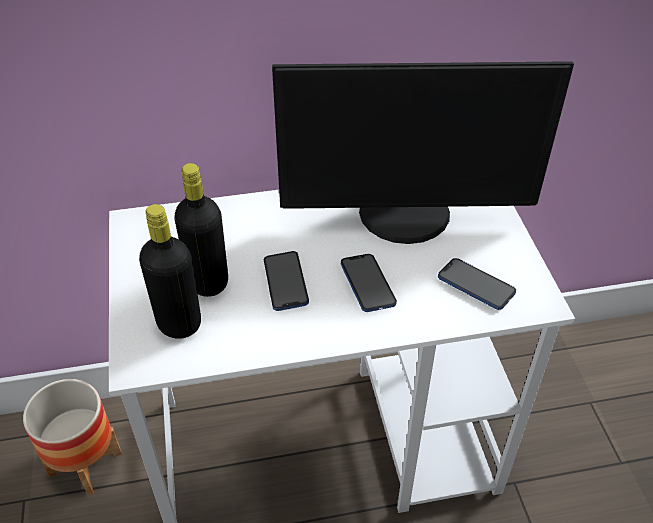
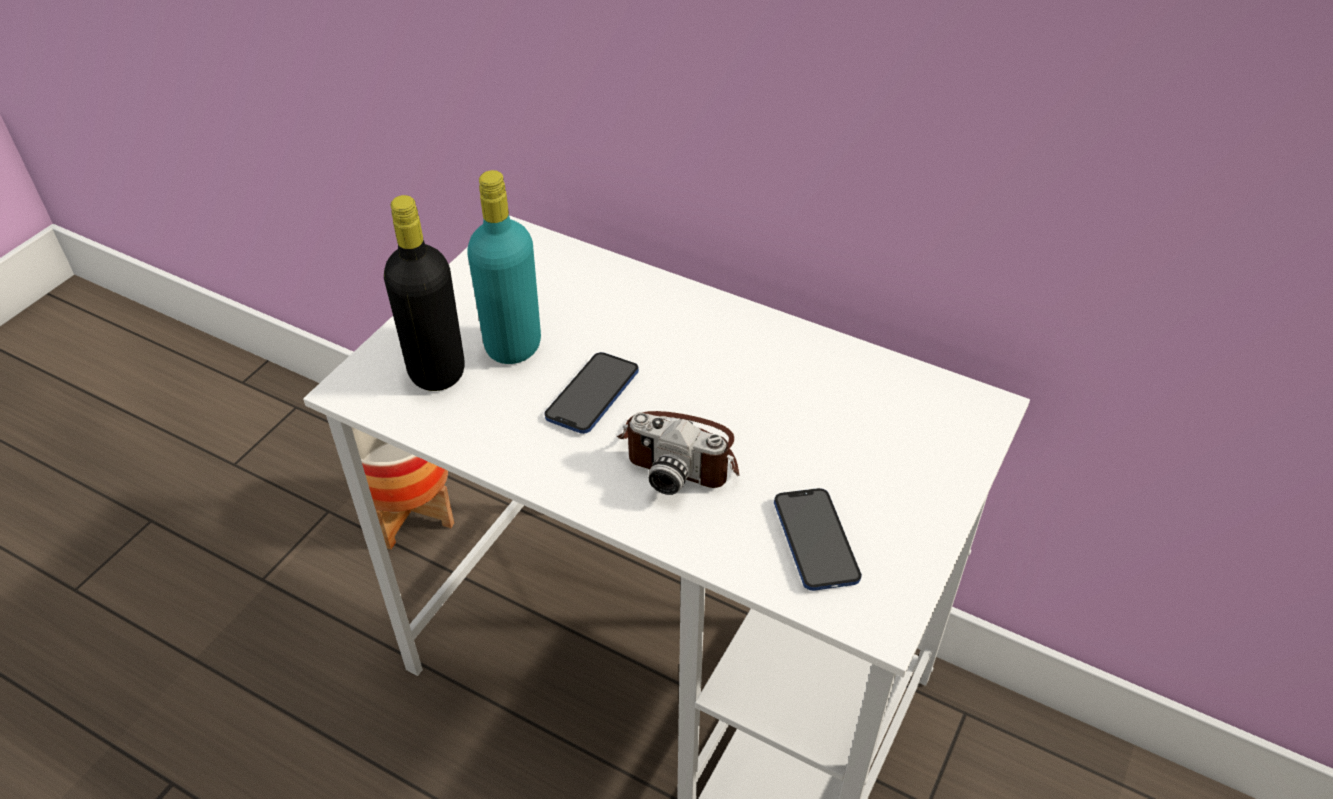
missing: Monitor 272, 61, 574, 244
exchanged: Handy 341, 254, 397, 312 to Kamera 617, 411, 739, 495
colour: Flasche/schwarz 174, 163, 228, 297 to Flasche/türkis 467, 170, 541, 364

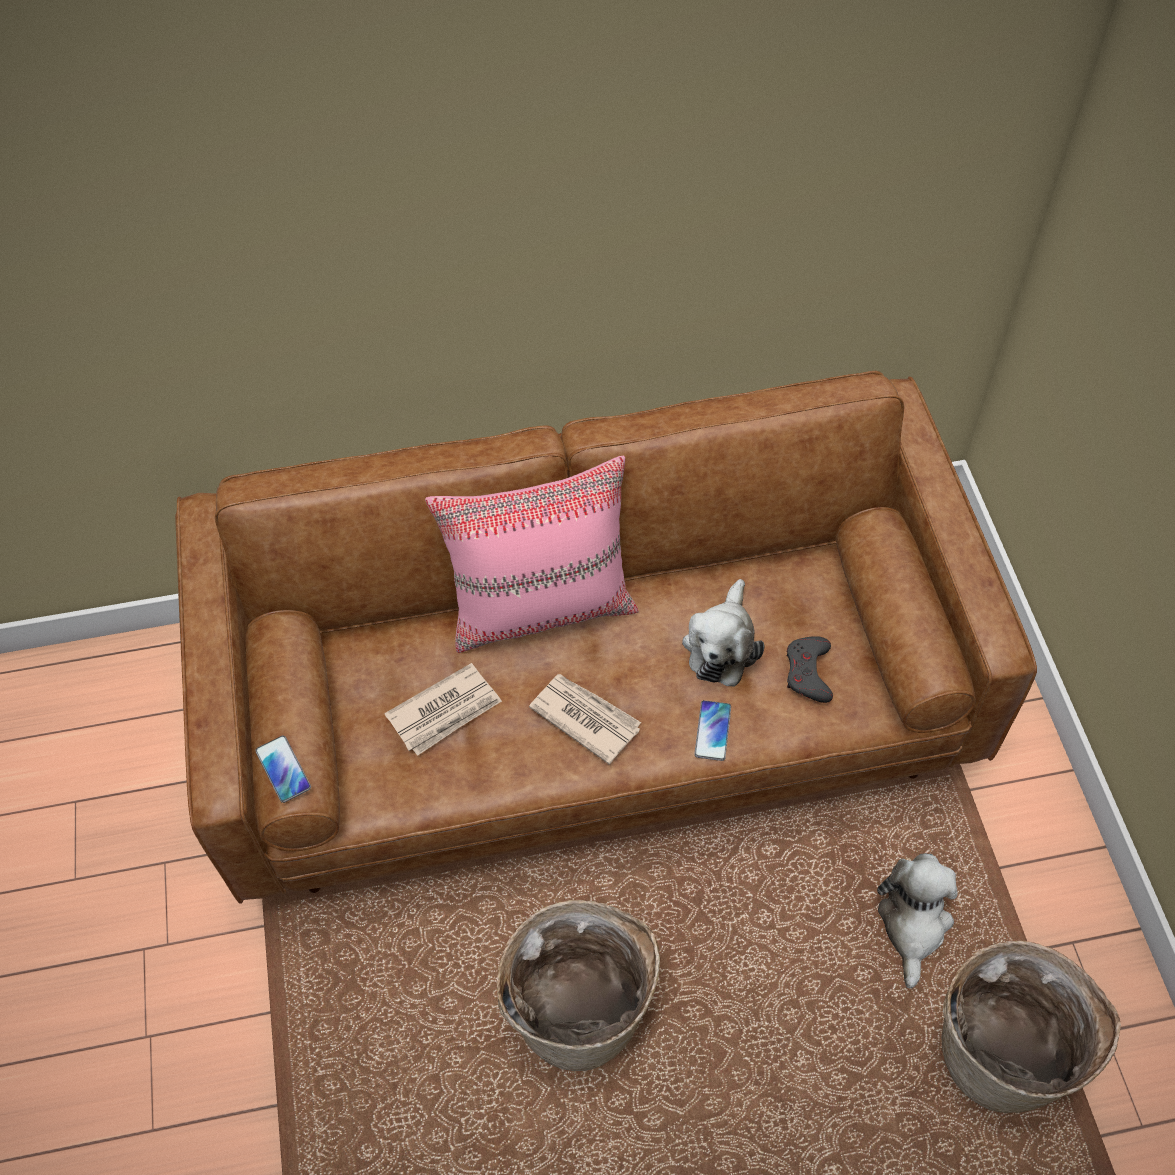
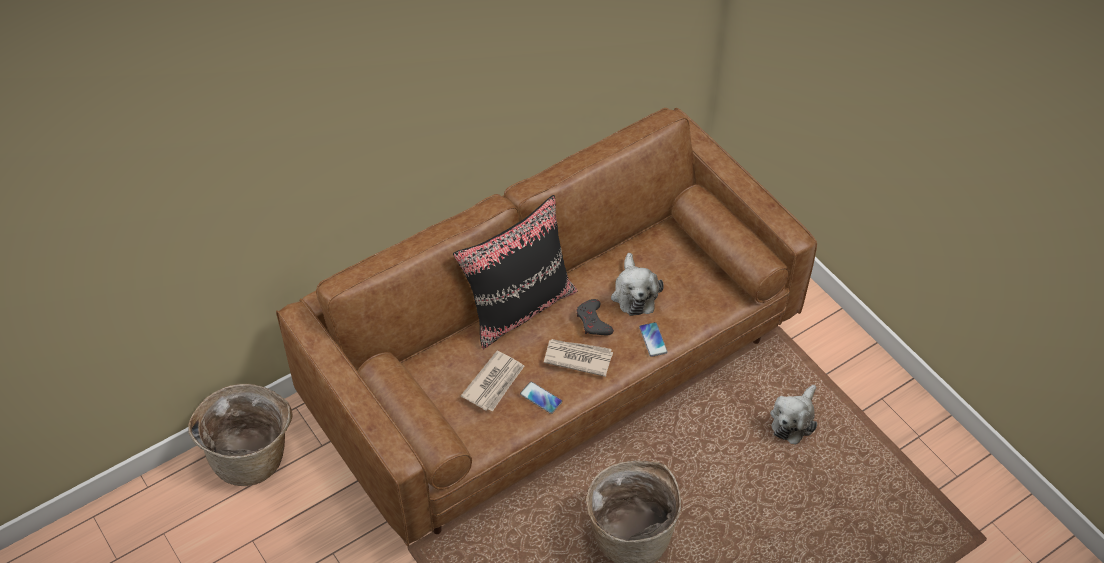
relocated: Handy 255, 736, 311, 803 to 520, 382, 562, 414; Gamepad/grau 787, 636, 833, 703 to 577, 299, 614, 335; Korb 941, 940, 1121, 1113 to 188, 384, 293, 486
colour: Kissen/rosa 425, 456, 639, 653 to Kissen/schwarz 453, 195, 578, 349
spun: Plüschtier 877, 853, 958, 988 = 770, 385, 817, 444 135 degrees counterclockwise

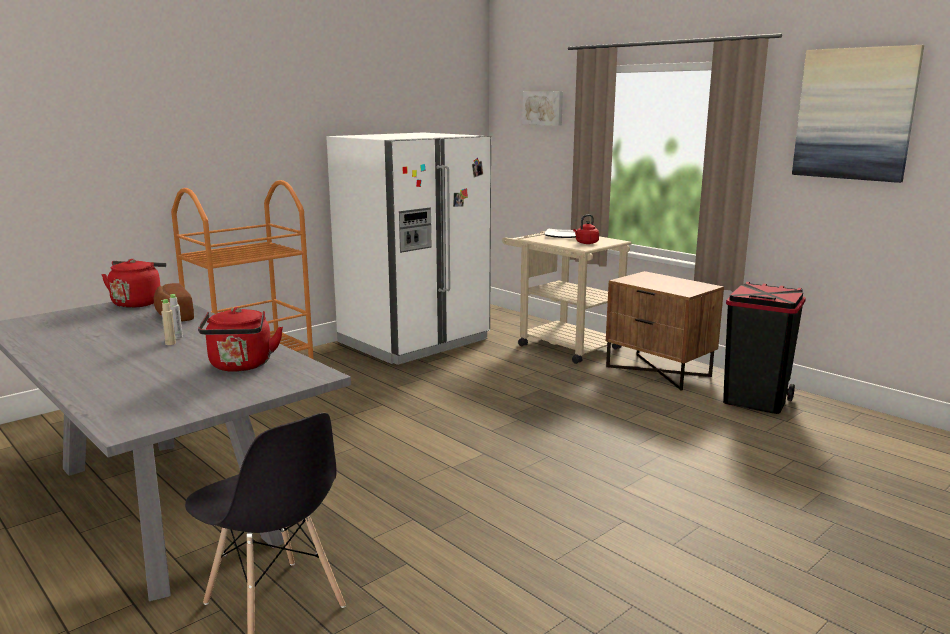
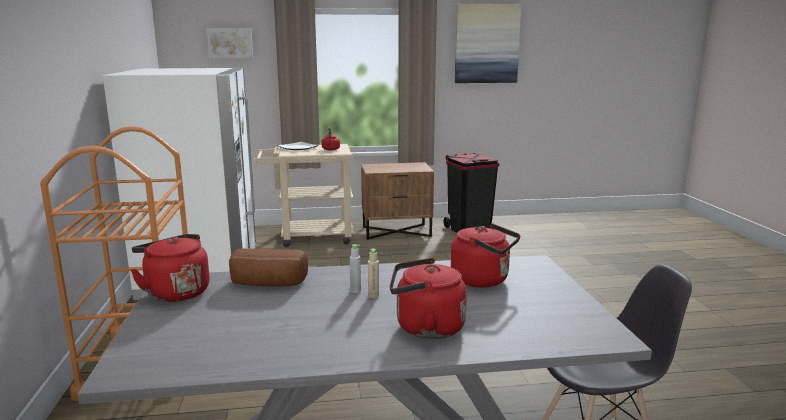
appeared: Wasserkessel/rot 390, 258, 467, 339

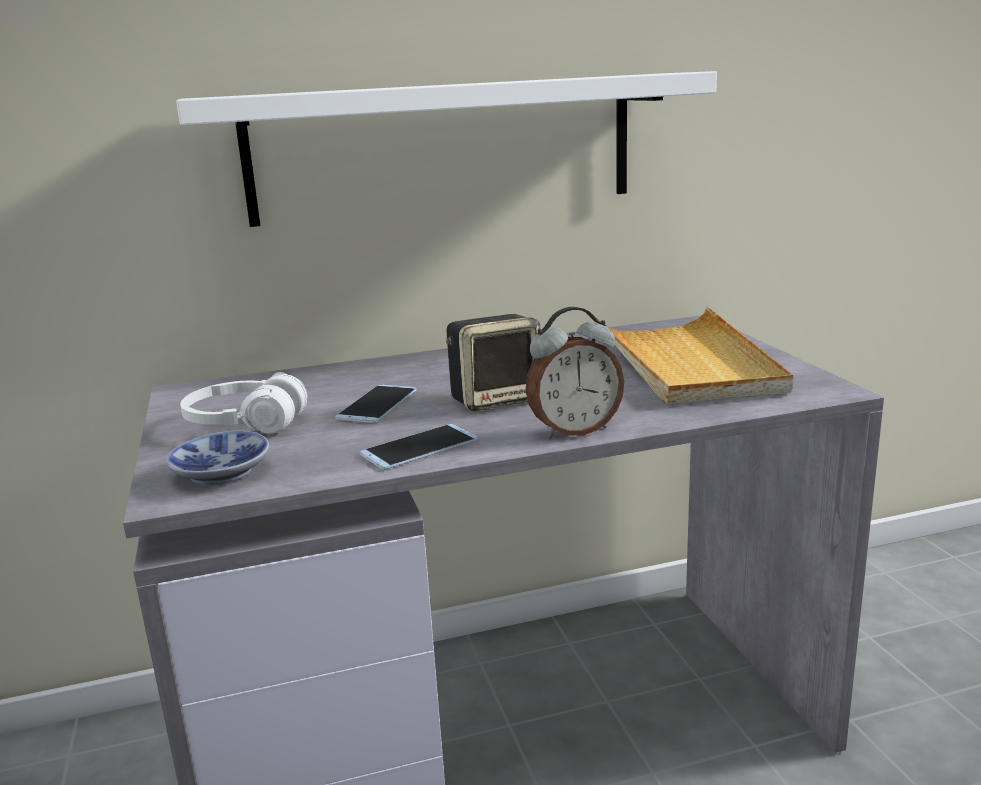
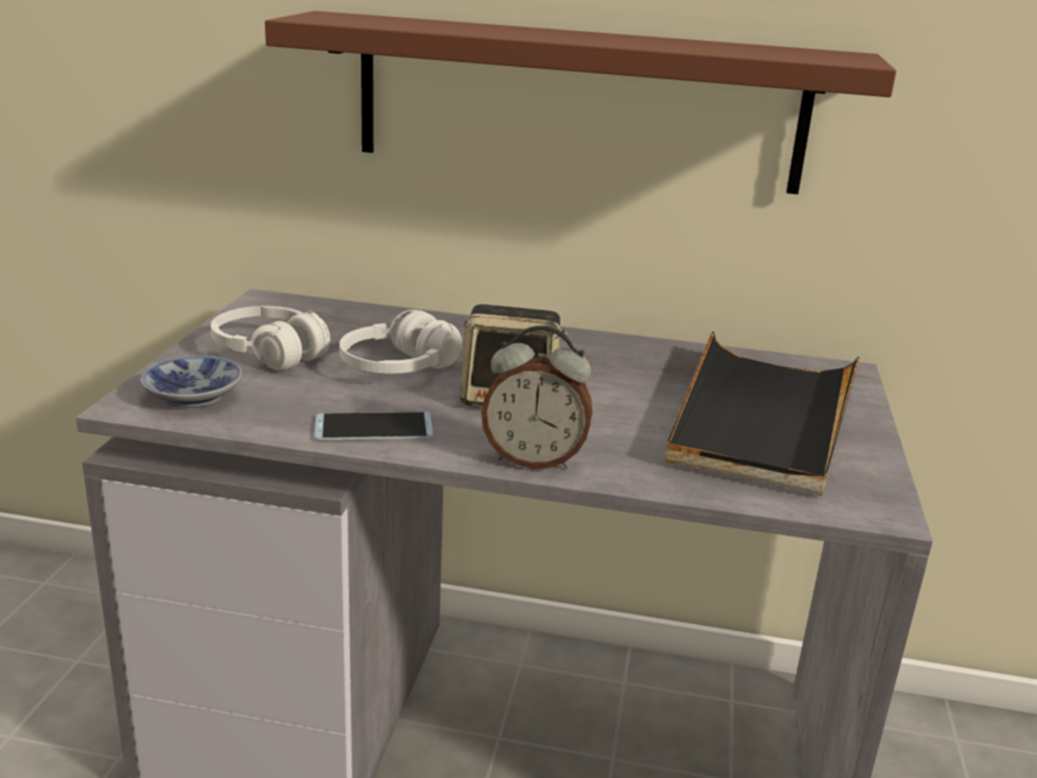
exchanged: Handy 335, 384, 417, 423 to Kopfhörer/weiß 339, 310, 463, 374
colour: Wandregal/weiß 176, 71, 717, 227 to Wandregal/braun 265, 11, 896, 194; Tablett/beige 594, 307, 793, 405 to Tablett/schwarz 665, 332, 860, 496

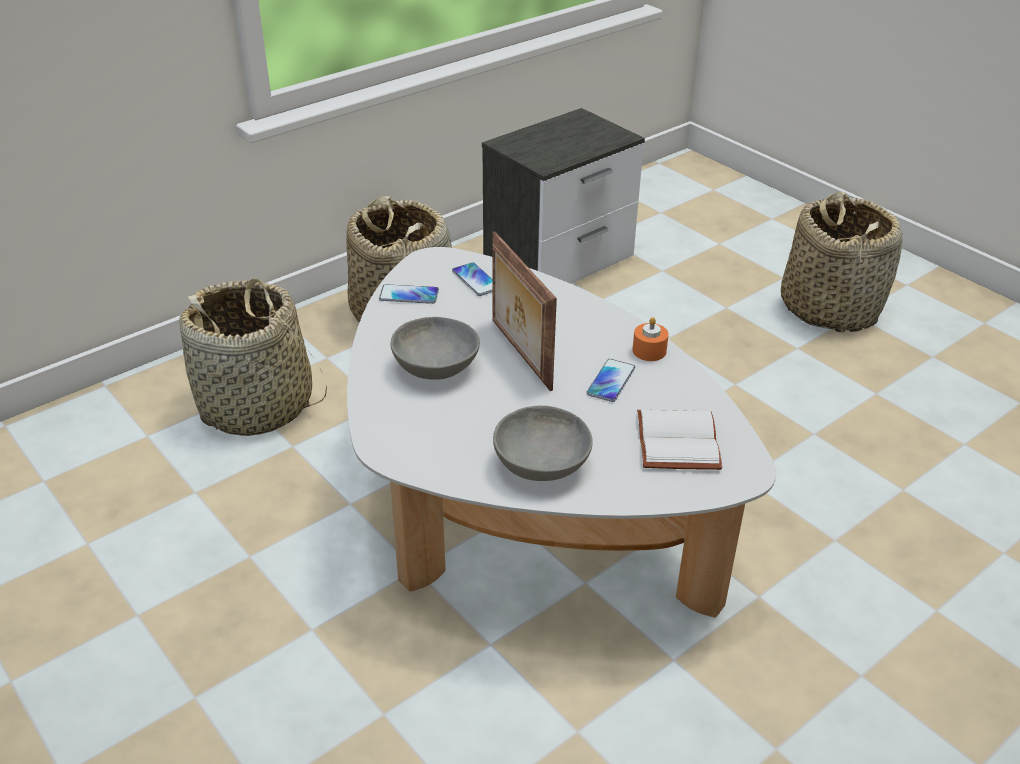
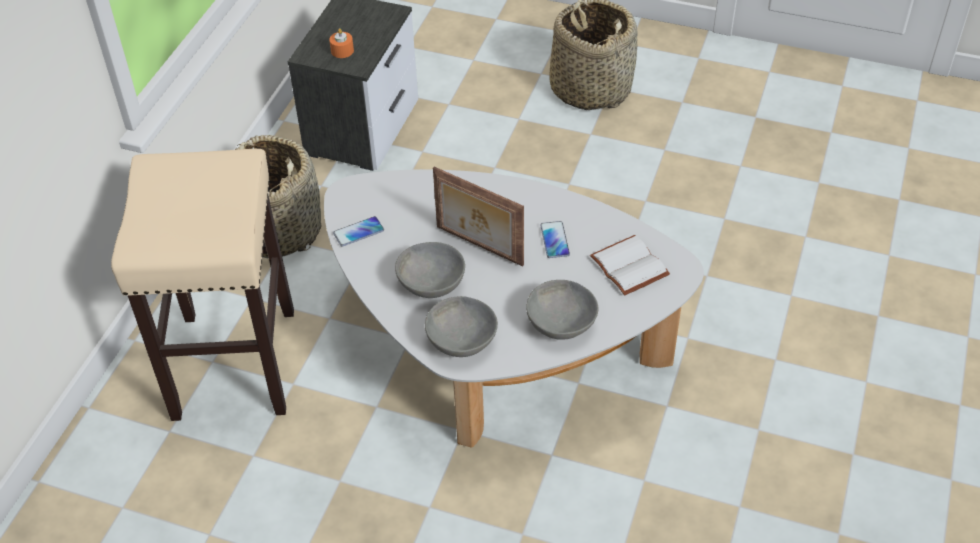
missing: Handy 452, 262, 493, 296
appeared: Schüssel/grau 425, 296, 498, 357
relocated: Kerze/orange 632, 317, 669, 361 to 329, 28, 354, 58
exchanged: Korb 179, 278, 327, 436 to Hocker/beige 111, 149, 294, 421

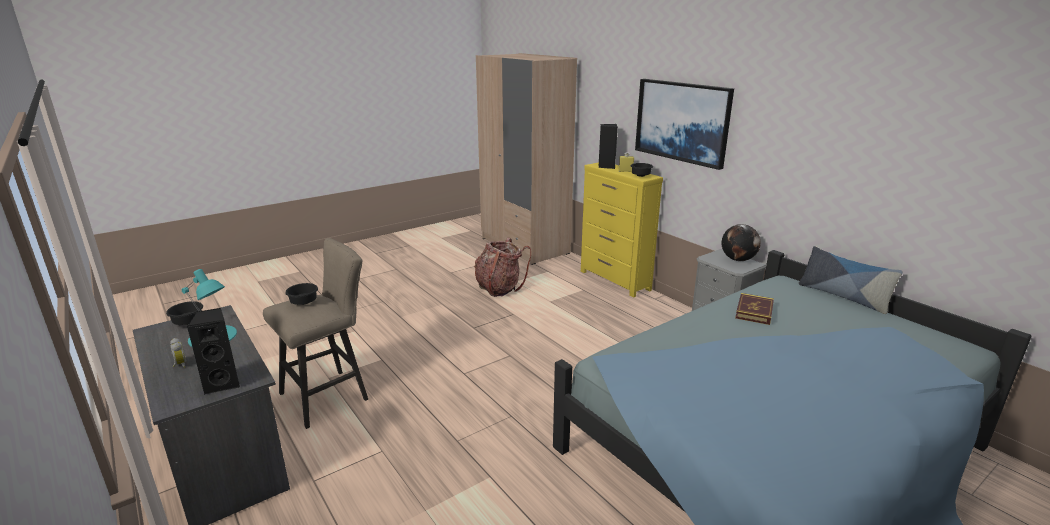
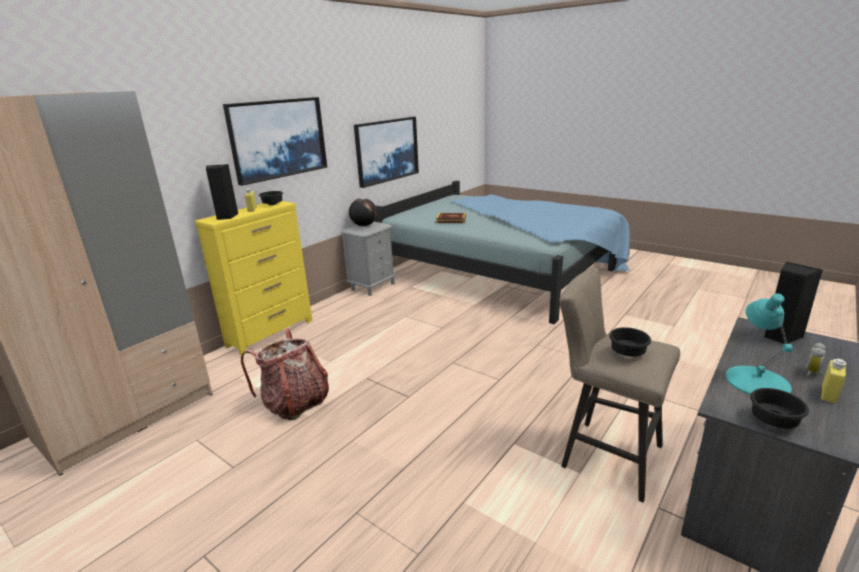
missing: Kissen 799, 246, 903, 314
appeared: Bild 354, 117, 419, 188; Flasche/gelb 821, 359, 847, 403

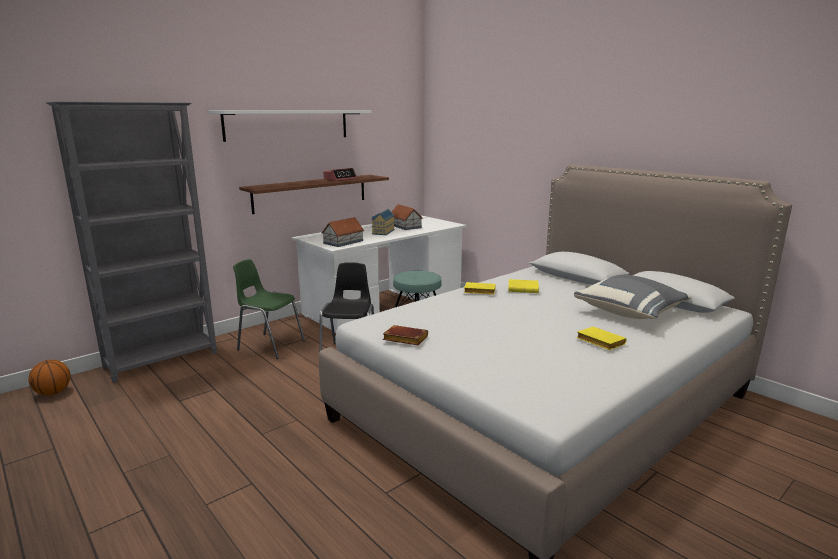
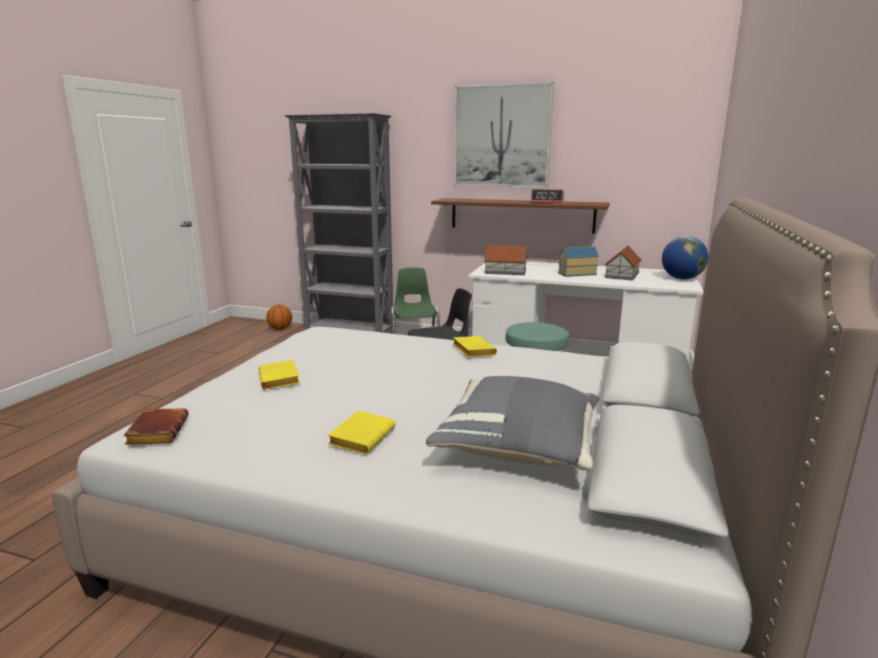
appeared: Globus 662, 236, 709, 279
relocated: Buch/braun 383, 325, 428, 345 to 124, 408, 188, 445; Buch/gelb 508, 279, 539, 293 to 259, 360, 300, 390
exchanged: Wandregal/weiß 209, 110, 372, 142 to Bild 454, 82, 554, 188

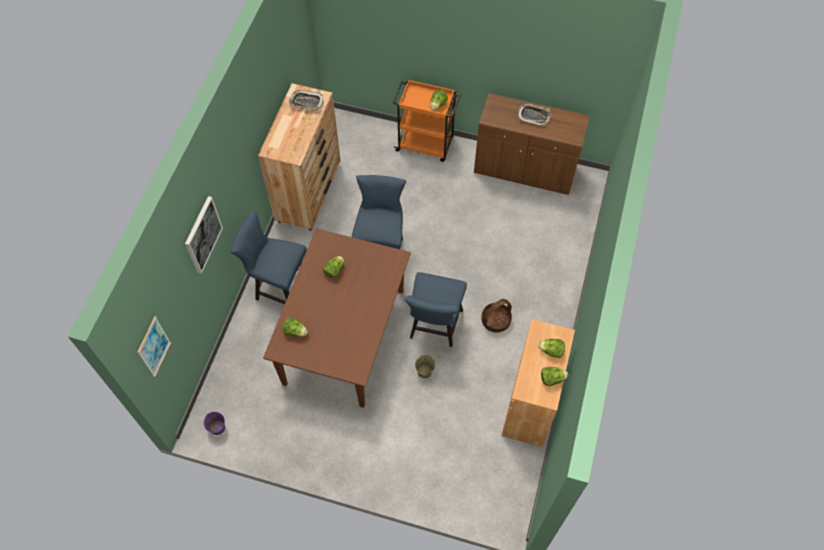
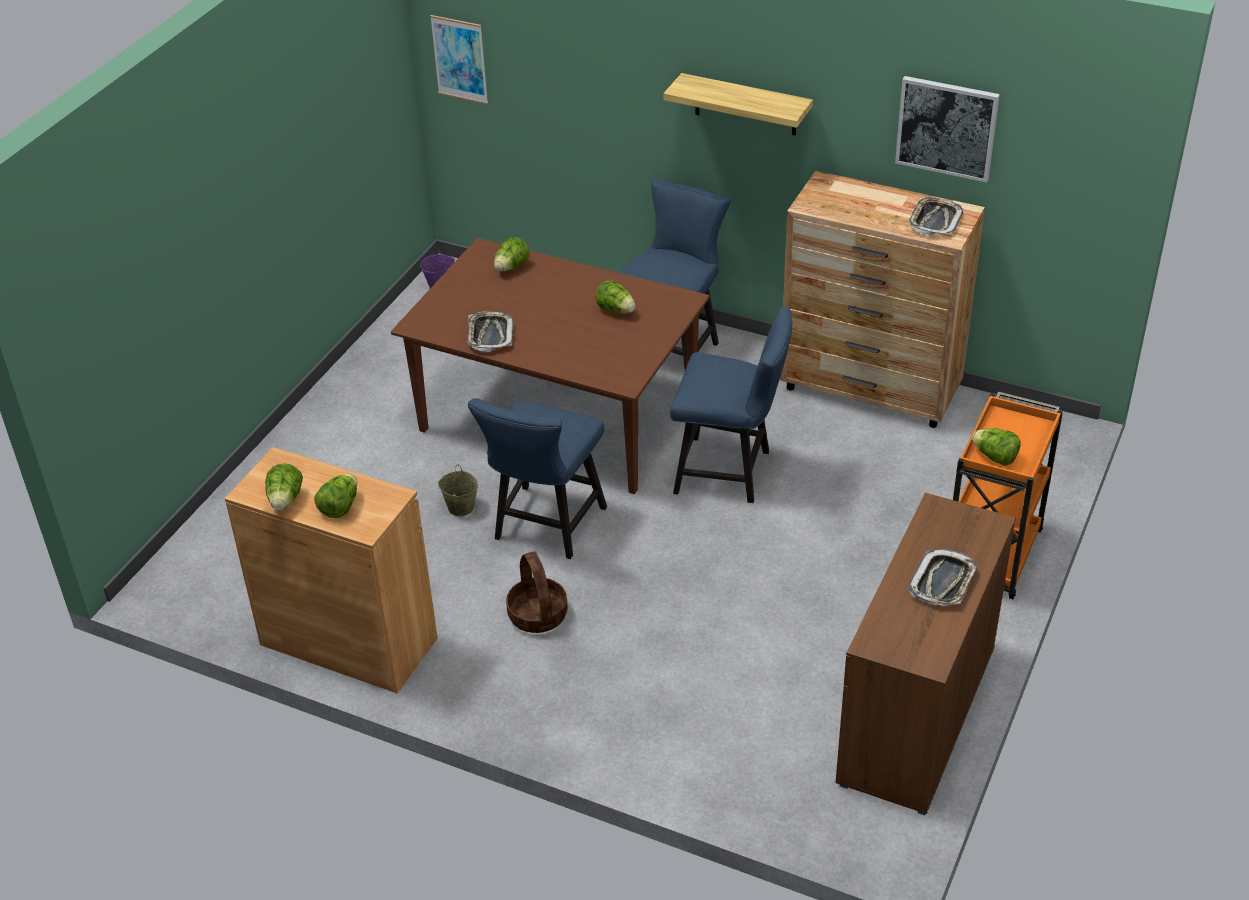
appeared: Tablett 467, 312, 514, 352; Wandregal 663, 73, 813, 135
relocated: Bild 185, 196, 223, 274 to 895, 76, 1000, 183
spun: Stuhl/blau 405, 272, 467, 347 = 468, 398, 607, 559 90 degrees counterclockwise

